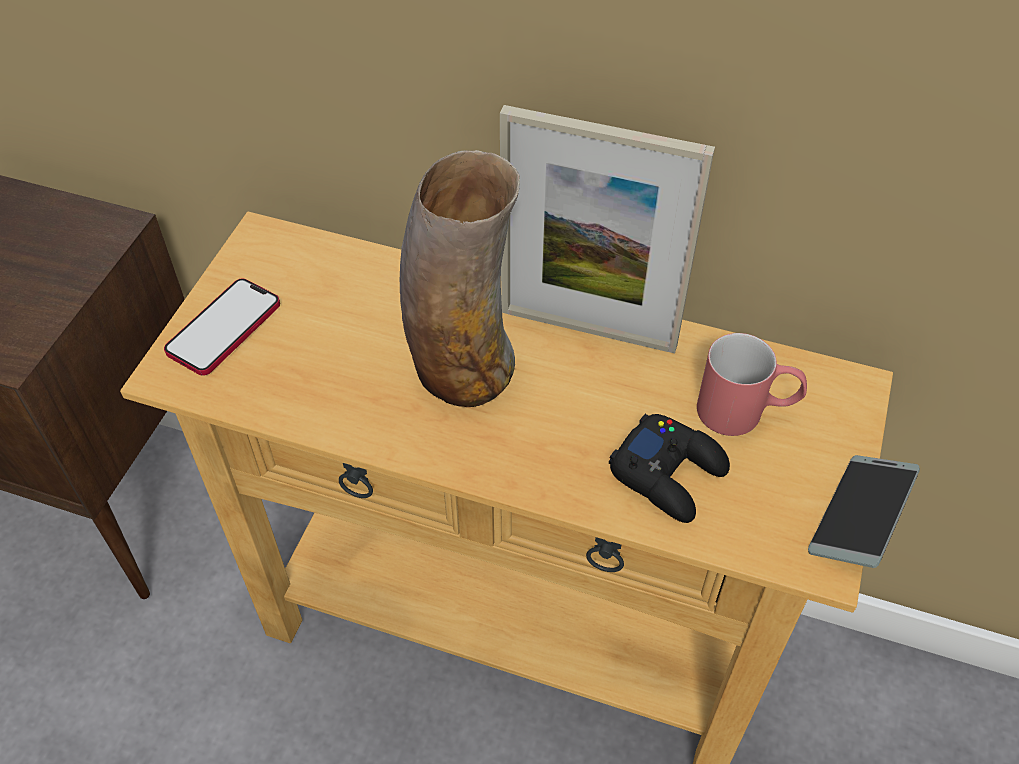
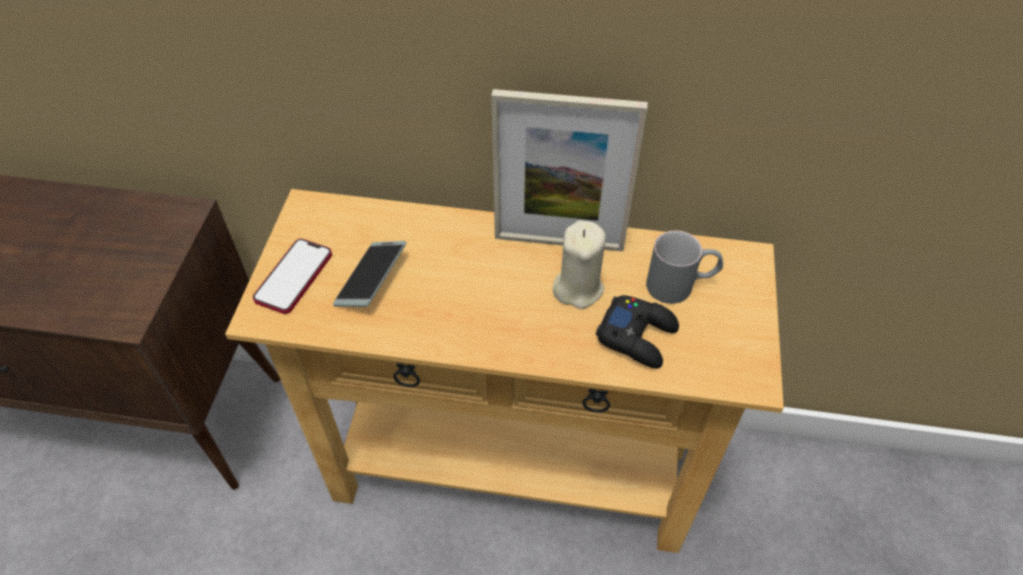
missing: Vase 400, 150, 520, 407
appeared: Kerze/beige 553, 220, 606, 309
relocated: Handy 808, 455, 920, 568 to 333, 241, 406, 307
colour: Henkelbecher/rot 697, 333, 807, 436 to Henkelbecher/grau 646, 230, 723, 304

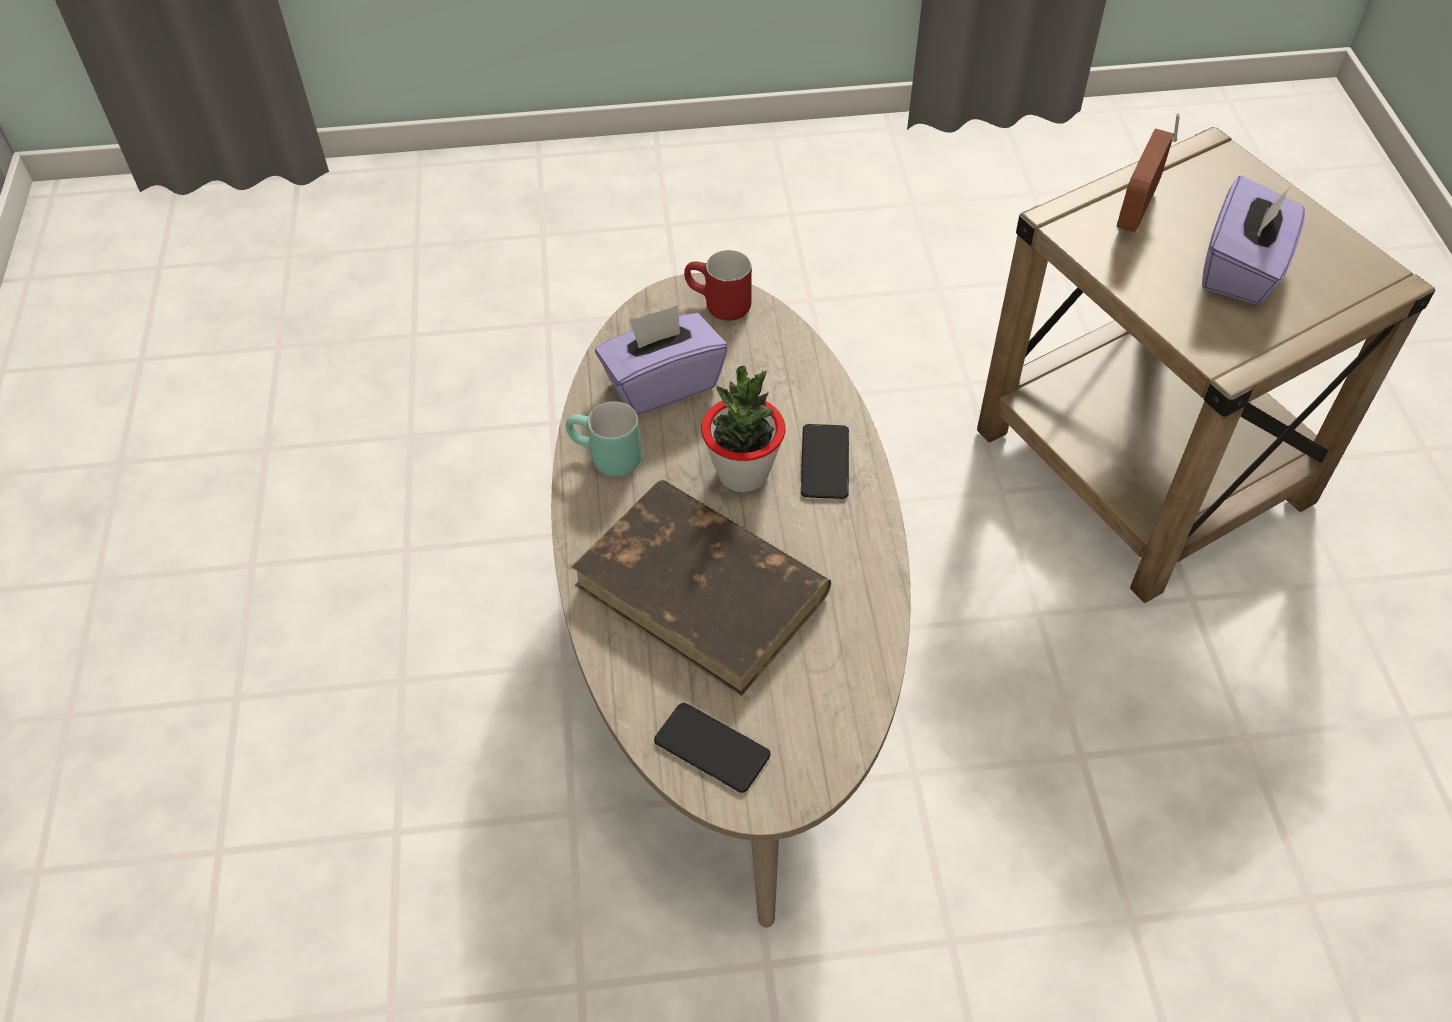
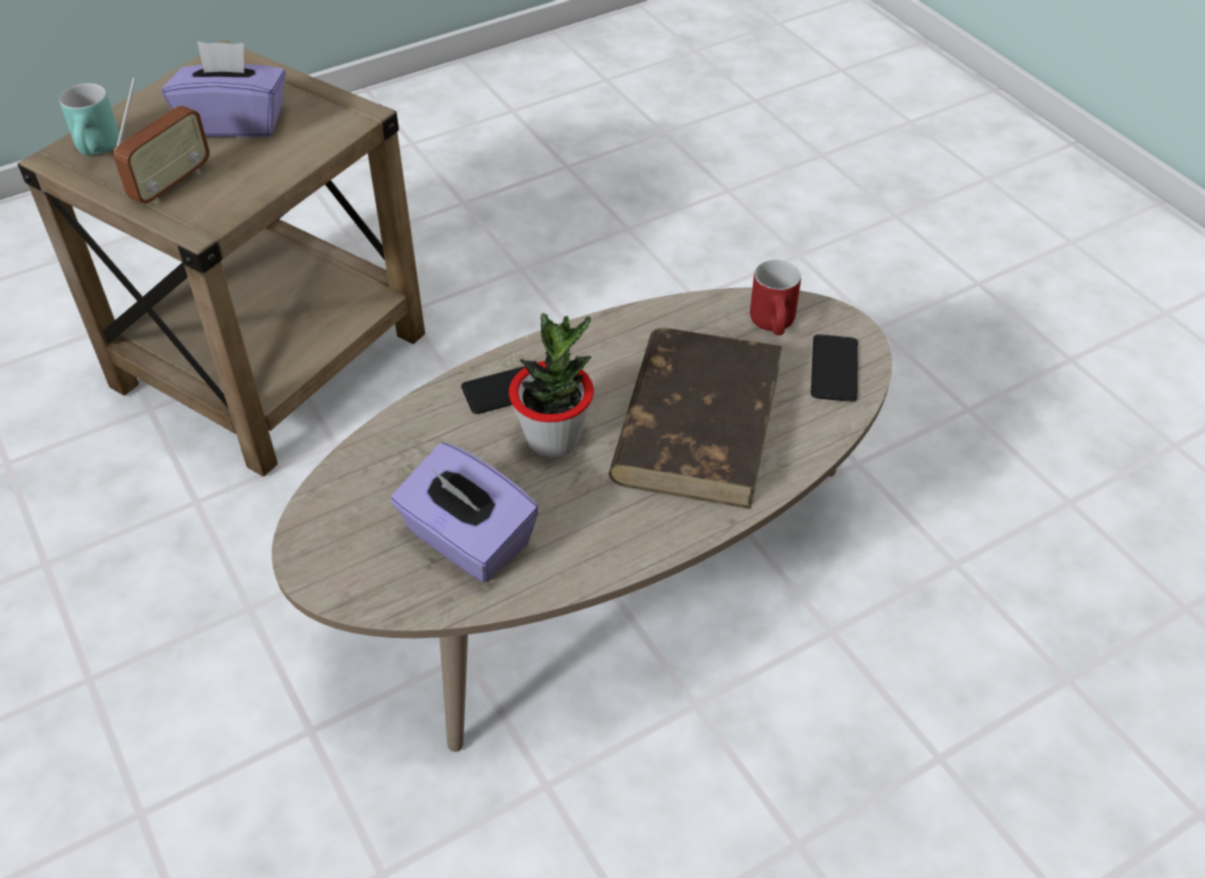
relocated: Henkelbecher/türkis 566, 401, 641, 477 to 59, 83, 120, 156; Henkelbecher/rot 684, 250, 752, 321 to 750, 260, 801, 335
spun: Radio 1117, 114, 1180, 232 = 114, 77, 210, 204 60 degrees counterclockwise

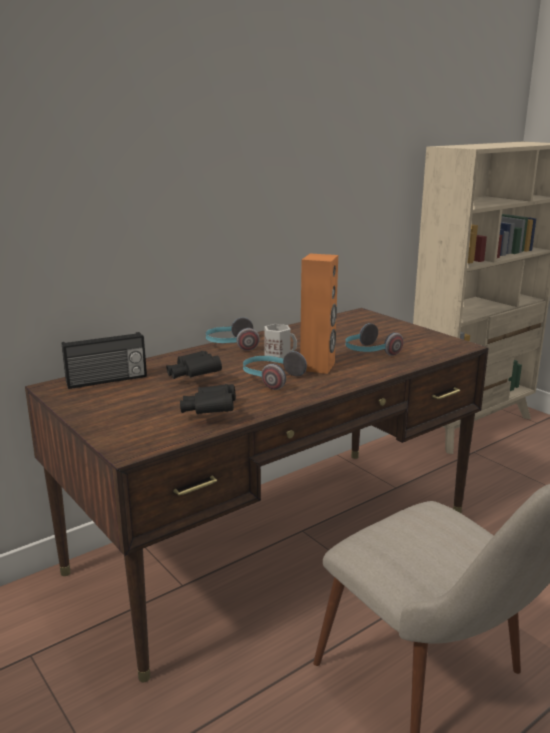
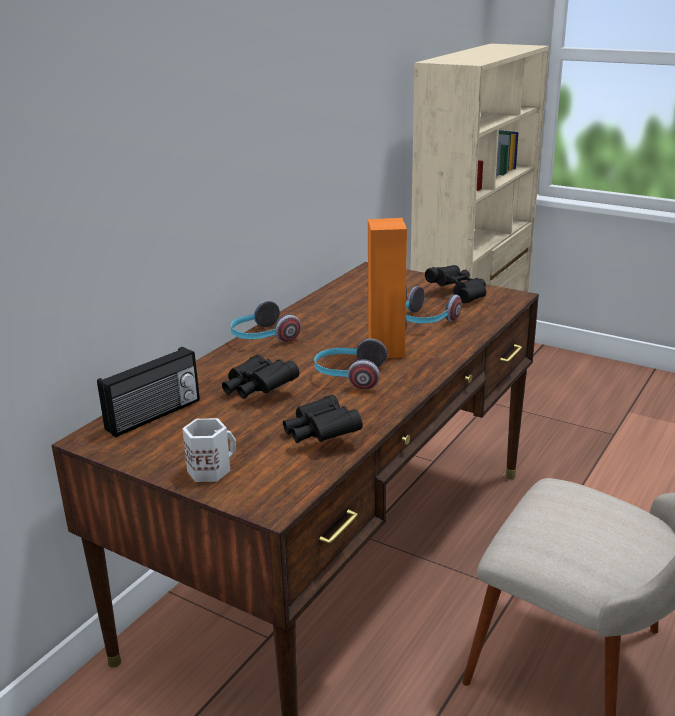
appeared: Fernglas/schwarz 425, 265, 486, 303
relocated: Henkelbecher/weiß 264, 324, 297, 363 to 182, 418, 236, 482

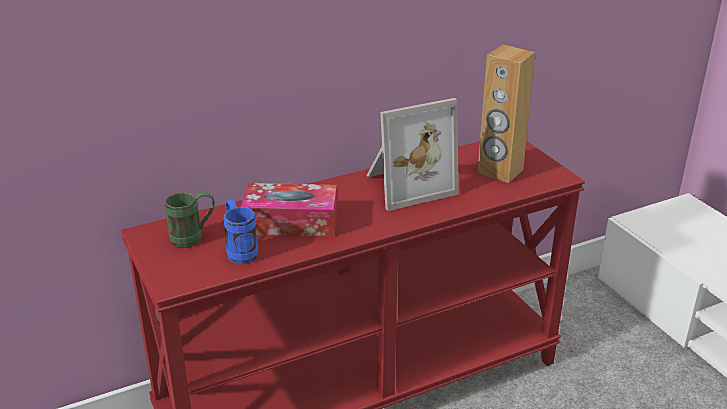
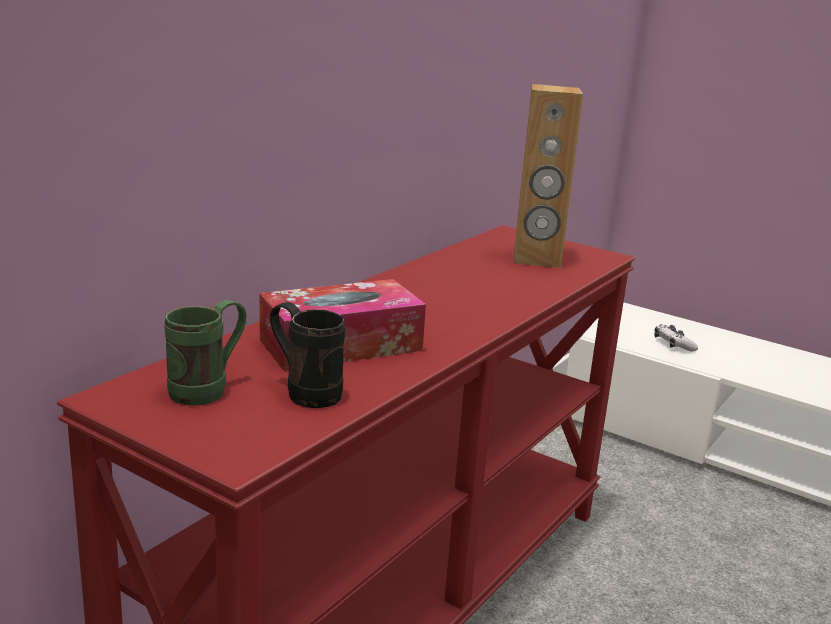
missing: Bilderrahmen 367, 98, 459, 211
appeared: Gamepad 655, 324, 698, 351
colour: Henkelbecher/blau 224, 199, 258, 264 to Henkelbecher/schwarz 270, 302, 345, 408

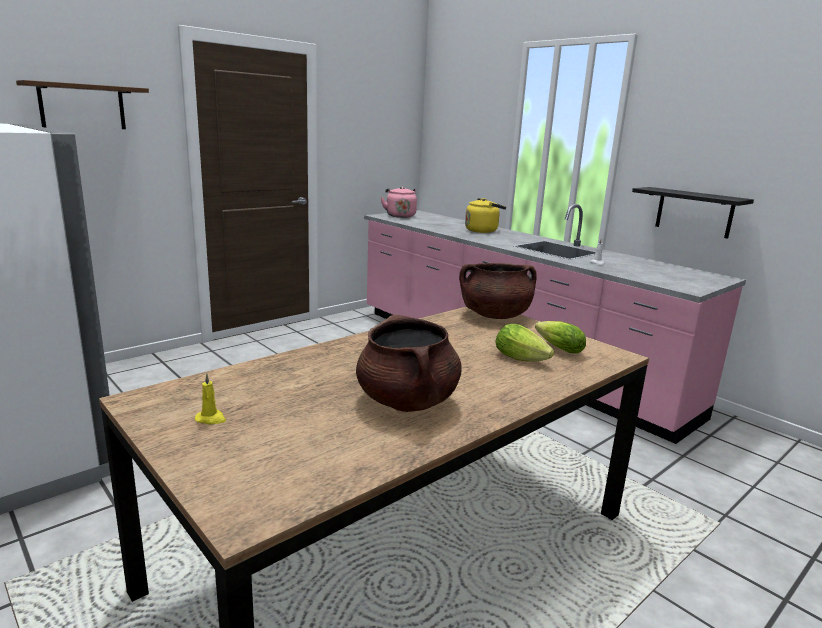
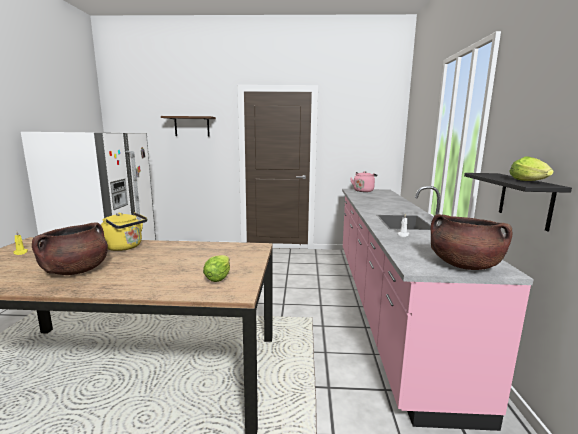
relocated: Kochtopf/braun 459, 263, 537, 319 to 430, 214, 513, 270; Wasserkessel/gelb 465, 198, 506, 233 to 101, 212, 147, 251; Salatkopf 495, 324, 554, 362 to 509, 157, 554, 181

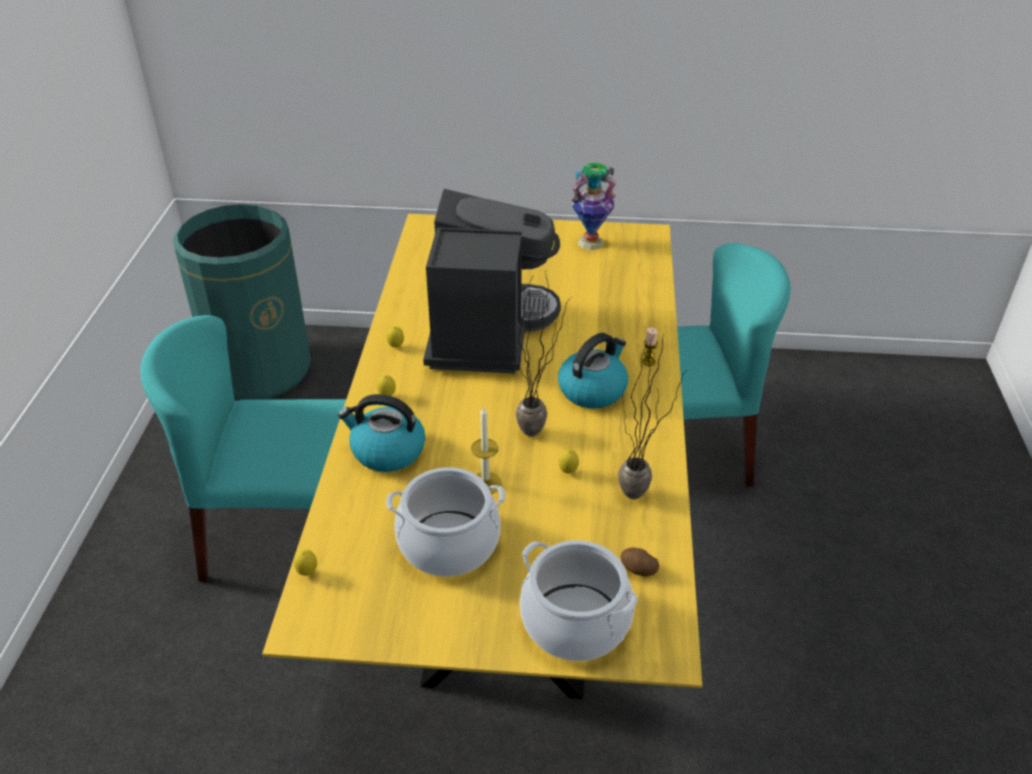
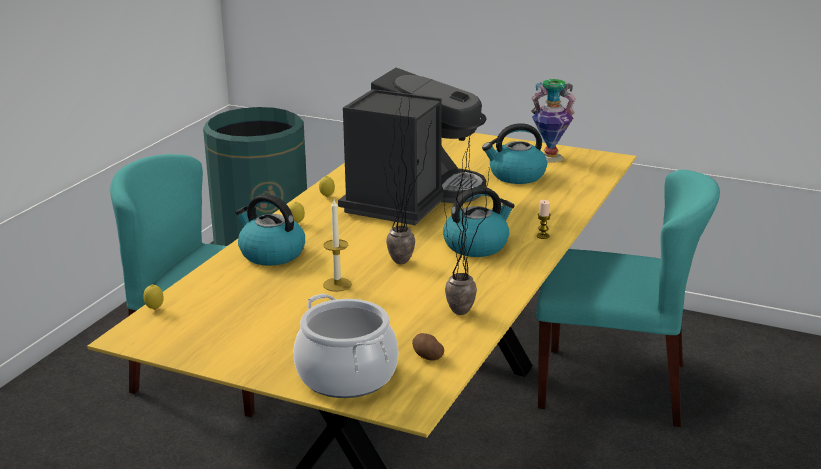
missing: Kochtopf 386, 467, 505, 576; Zitrone 559, 450, 579, 473
appeared: Wasserkessel 482, 123, 547, 184

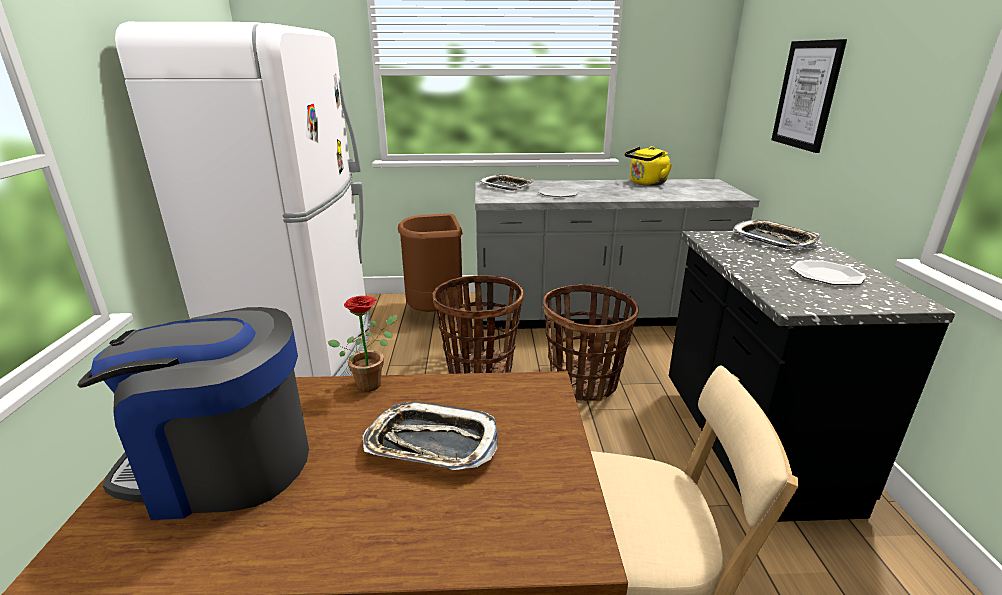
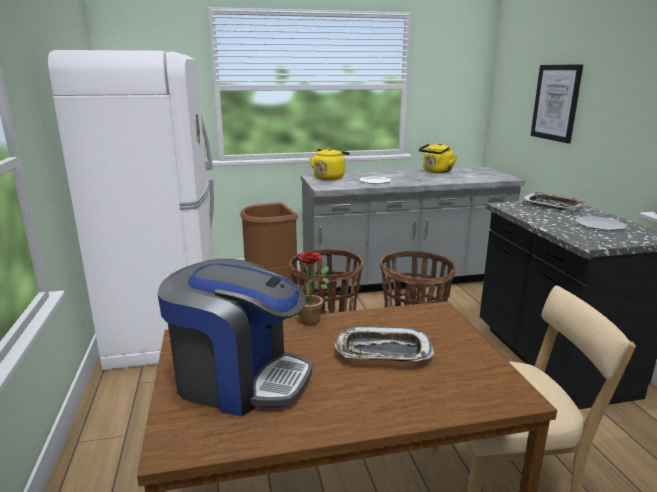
exchanged: Tablett 479, 174, 533, 191 to Wasserkessel/gelb 309, 148, 350, 180
spun: Kaffeemaschine 77, 307, 309, 520 = 158, 259, 312, 416 150 degrees counterclockwise

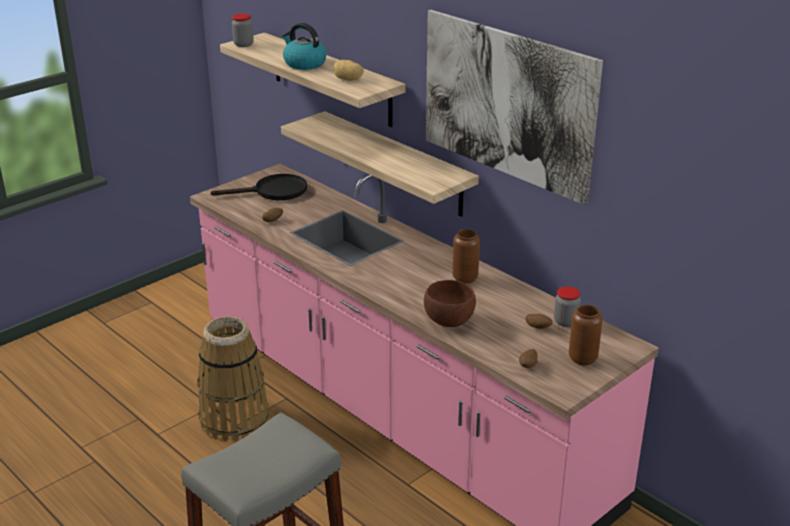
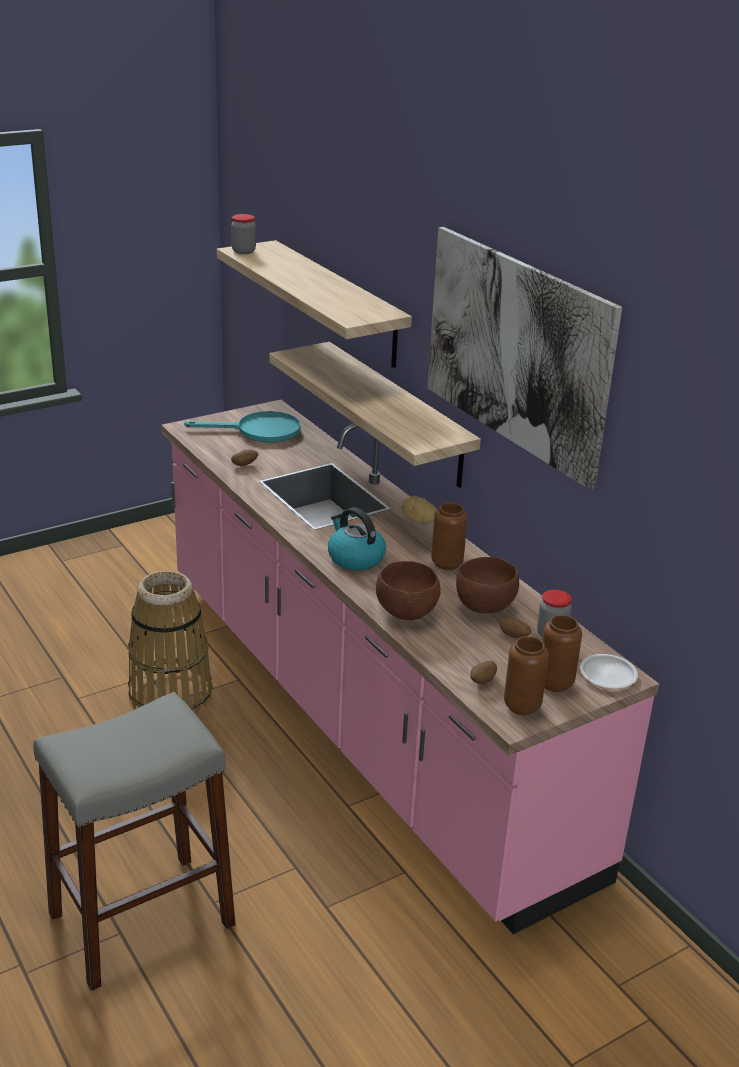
appeared: Schüssel/braun 456, 557, 519, 613; Vase/braun 504, 636, 549, 715; Teller/weiß 580, 654, 638, 688
relocated: Wasserkessel 282, 23, 327, 70 to 328, 507, 386, 571; Kartoffel 333, 60, 364, 81 to 402, 496, 437, 523
colour: Pfanne/schwarz 211, 174, 307, 200 to Pfanne/türkis 184, 411, 301, 443

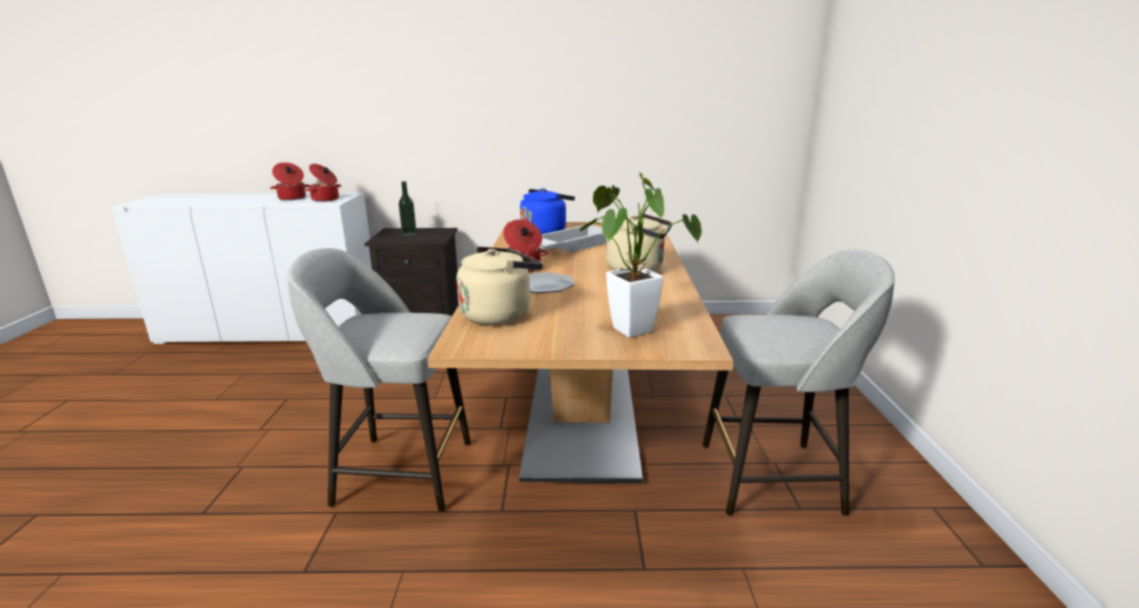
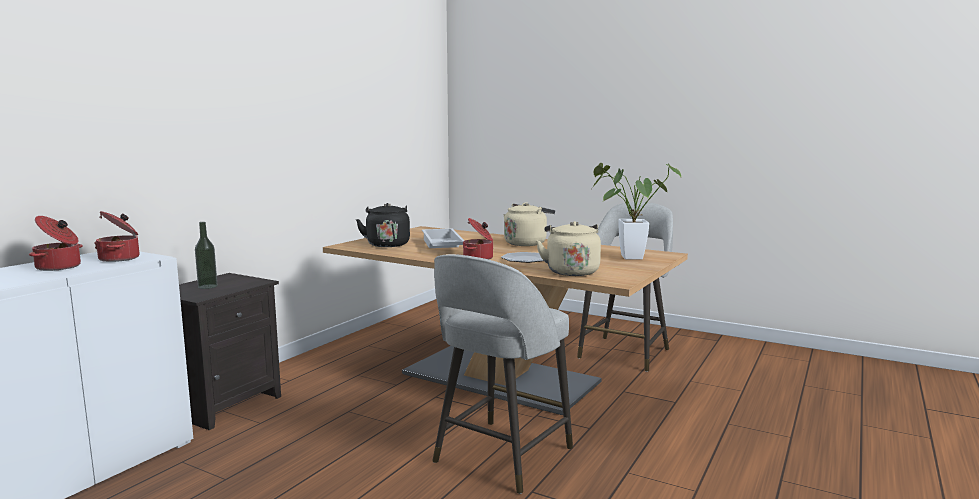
colour: Wasserkessel/blau 520, 188, 575, 234 to Wasserkessel/schwarz 356, 203, 410, 247

